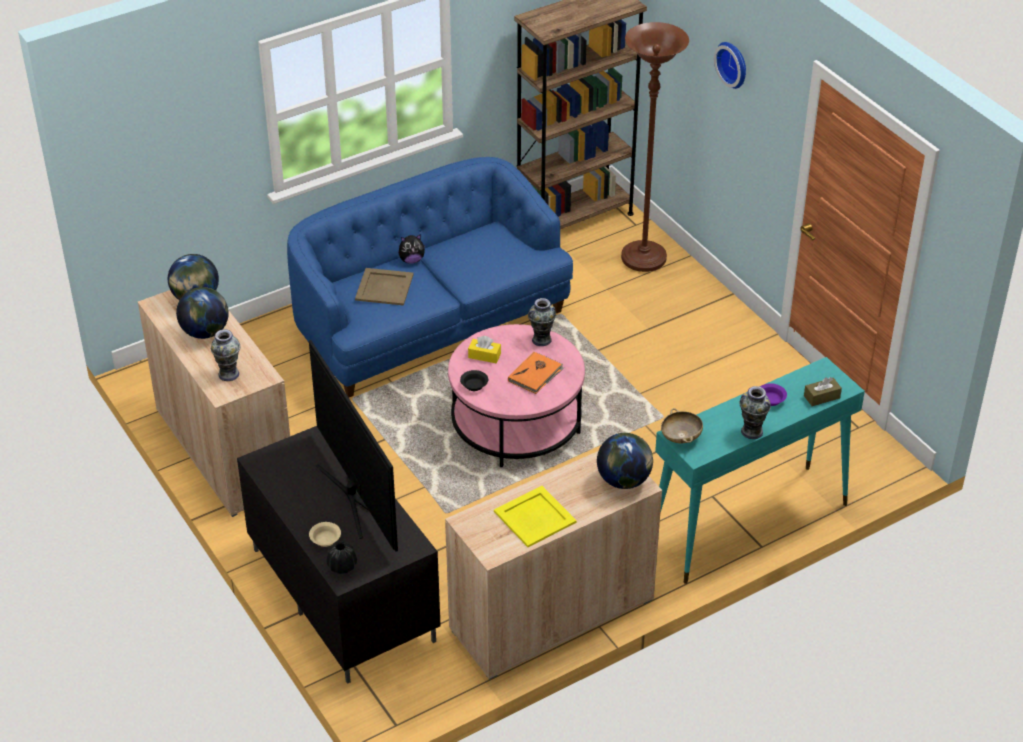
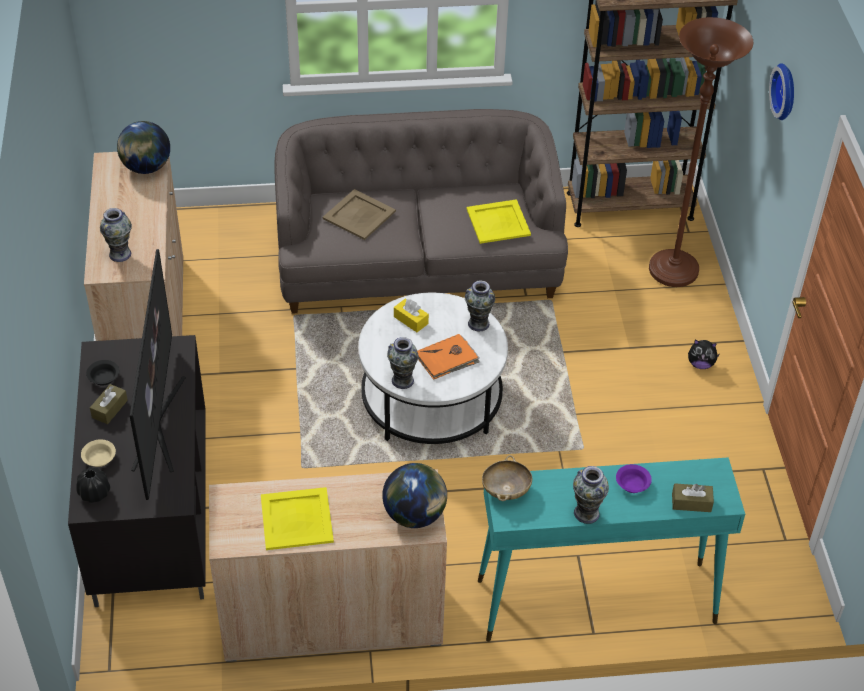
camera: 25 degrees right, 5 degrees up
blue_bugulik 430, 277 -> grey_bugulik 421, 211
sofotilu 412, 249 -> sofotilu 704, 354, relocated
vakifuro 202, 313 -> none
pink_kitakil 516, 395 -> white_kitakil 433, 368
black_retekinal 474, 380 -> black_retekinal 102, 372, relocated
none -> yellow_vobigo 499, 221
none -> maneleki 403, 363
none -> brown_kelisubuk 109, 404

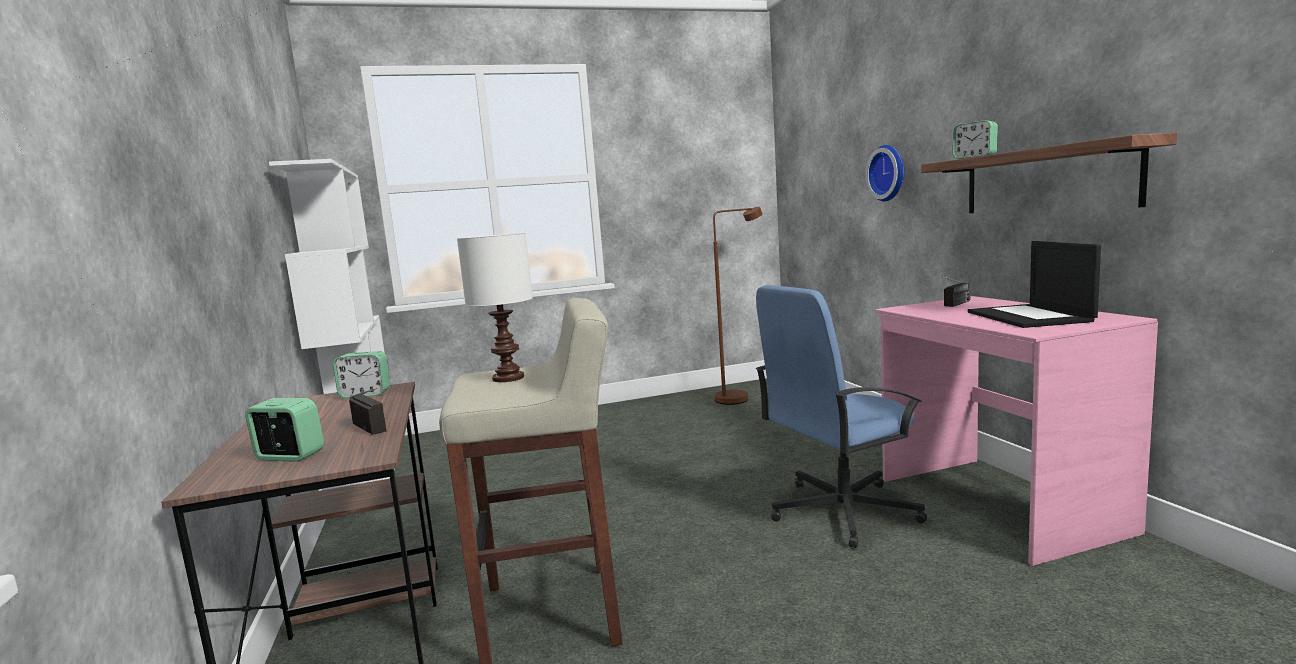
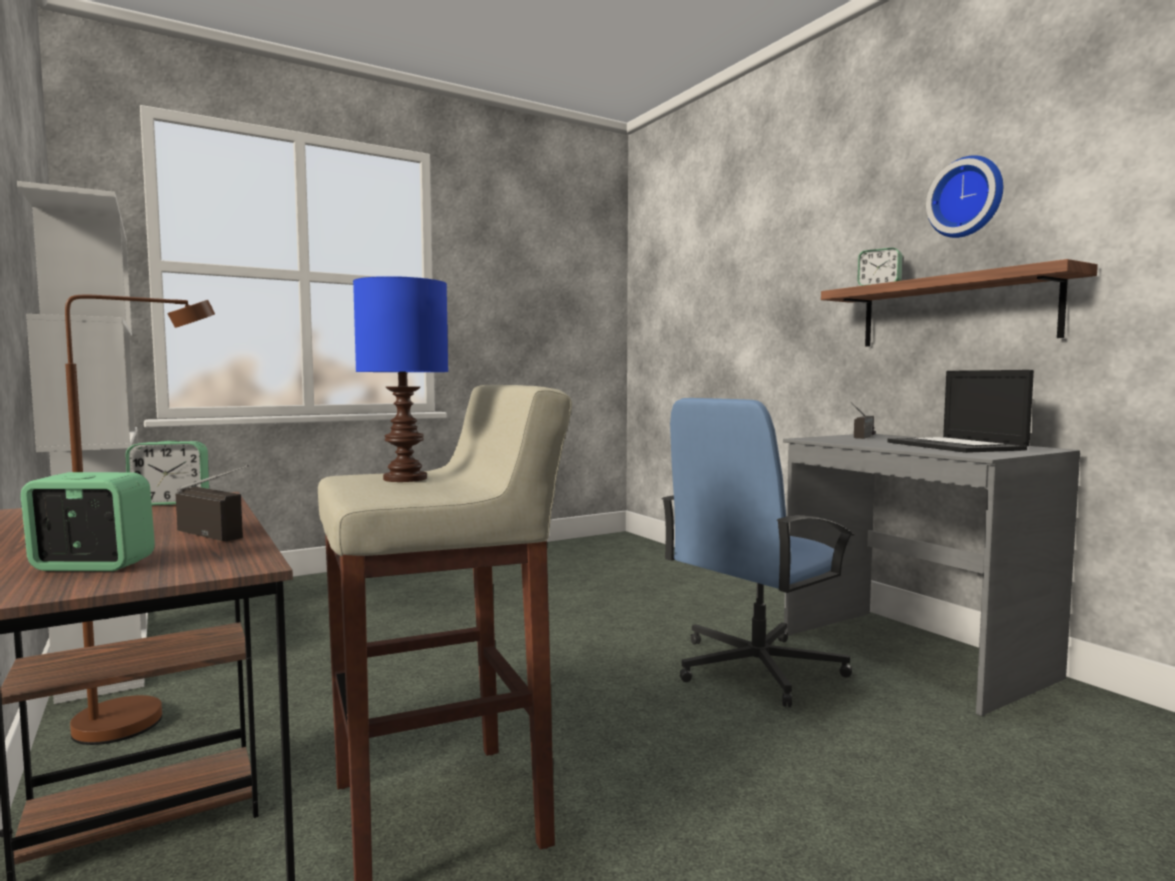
camera: 15 degrees left, 5 degrees down
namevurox 884, 173 -> namevurox 964, 196, relocated
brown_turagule 738, 306 -> brown_turagule 140, 520, relocated
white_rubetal 495, 307 -> blue_rubetal 400, 379
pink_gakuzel 1016, 431 -> grey_gakuzel 931, 575

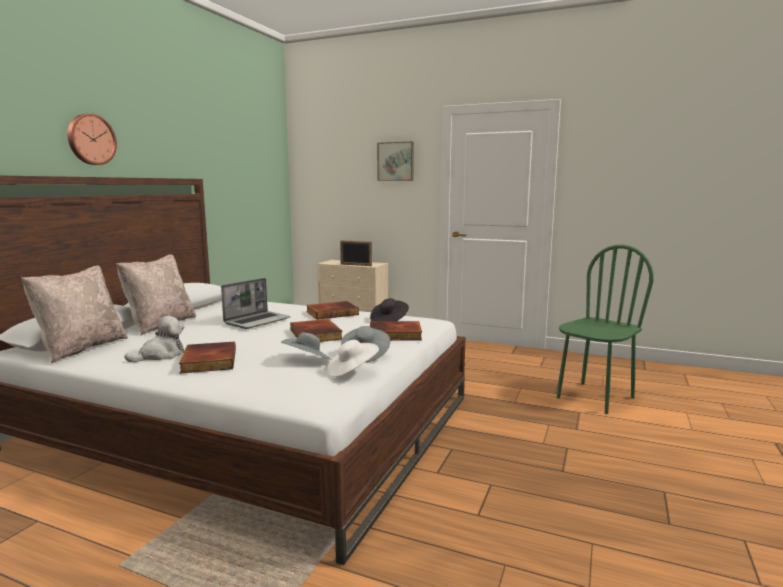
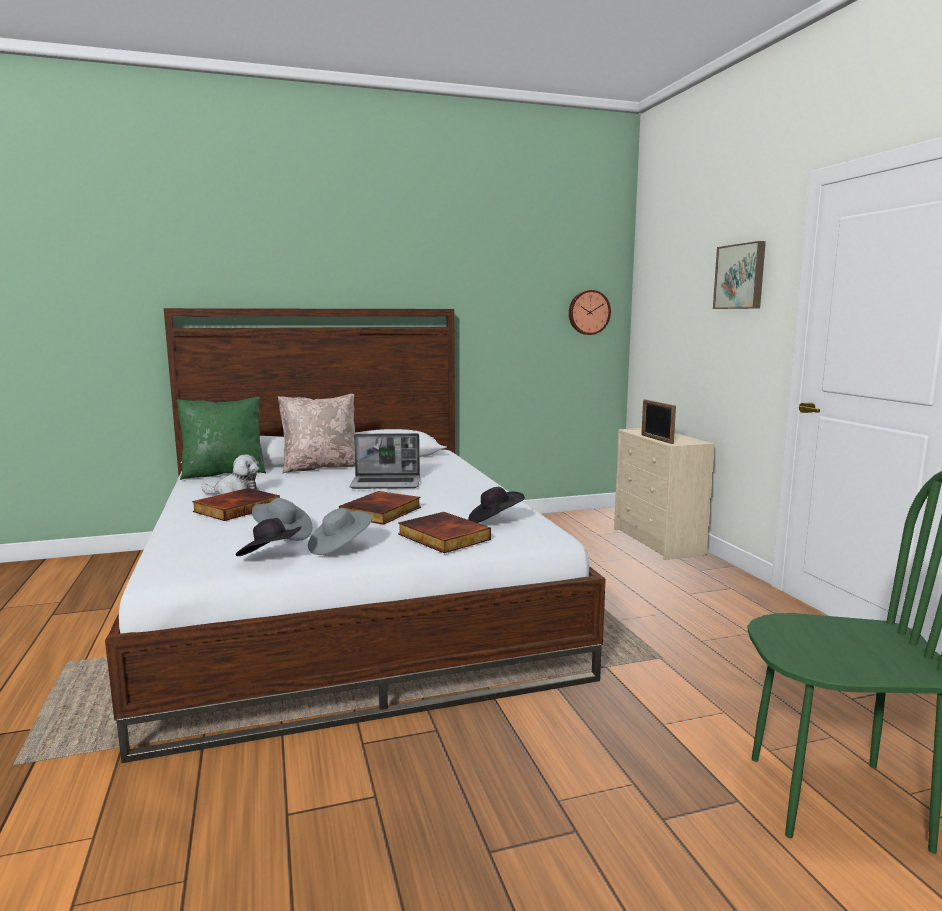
camera: 50 degrees right, 0 degrees up
namevurox 92, 139 -> namevurox 590, 312, relocated
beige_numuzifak 74, 314 -> green_numuzifak 221, 438
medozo 332, 310 -> none
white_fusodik 353, 358 -> black_fusodik 269, 537

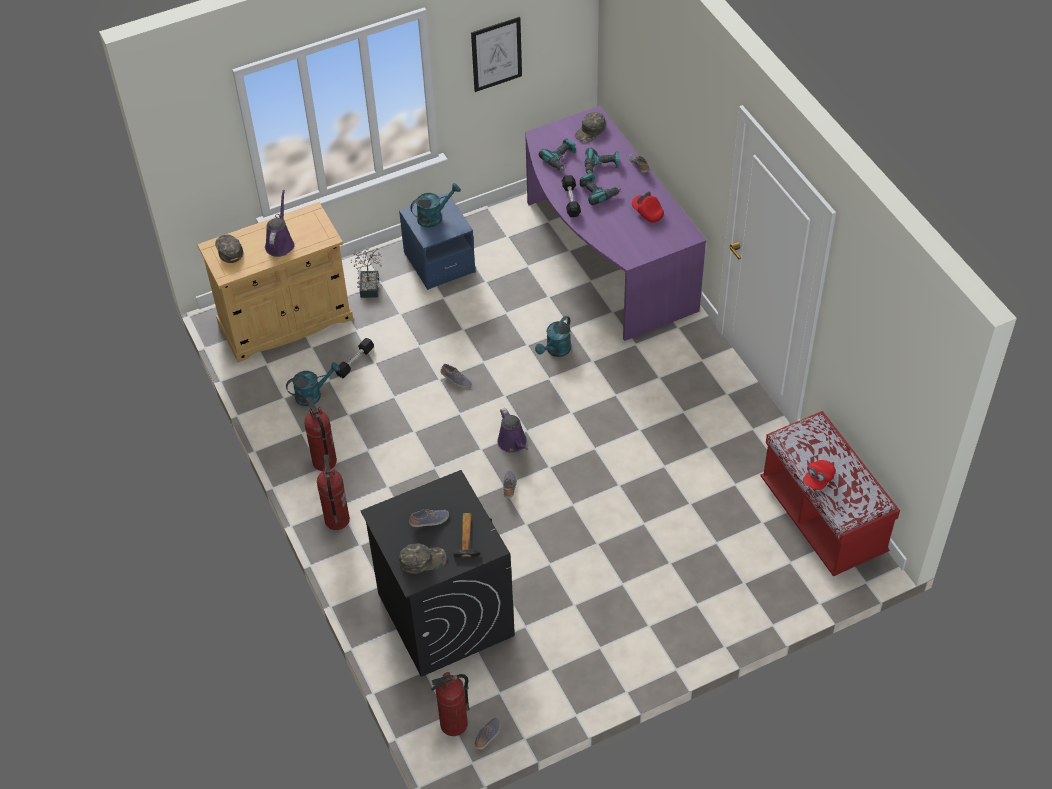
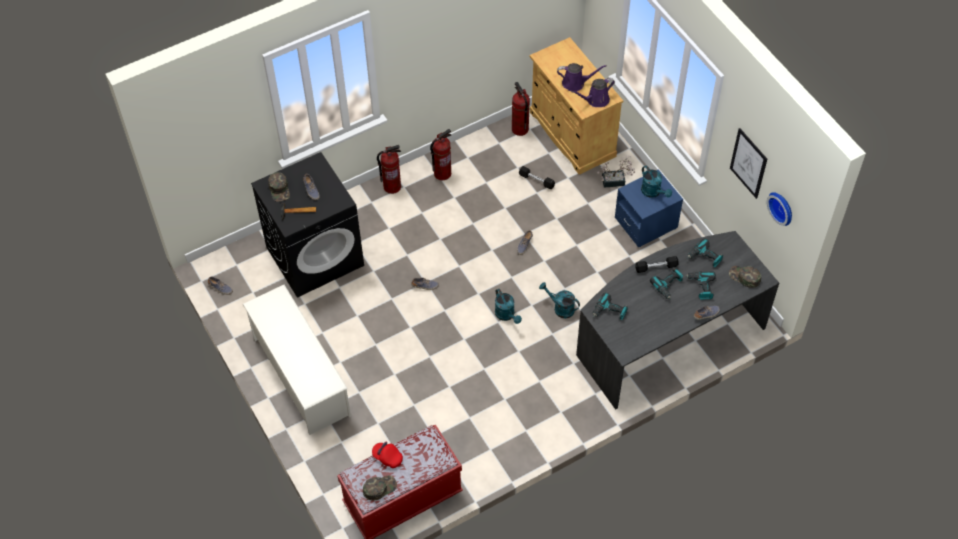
camera: 85 degrees right, 5 degrees up
purple_gakuzel 615, 223 -> grey_gakuzel 677, 320
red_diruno 648, 207 -> none
green_diruno 229, 248 -> green_diruno 380, 488, relocated
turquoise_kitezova 313, 384 -> turquoise_kitezova 508, 306, relocated
purple_kitezova 512, 430 -> purple_kitezova 593, 92, relocated
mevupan 450, 704 -> mevupan 521, 109, relocated
none -> namevurox 779, 209
none -> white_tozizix 297, 360
none -> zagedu 610, 306

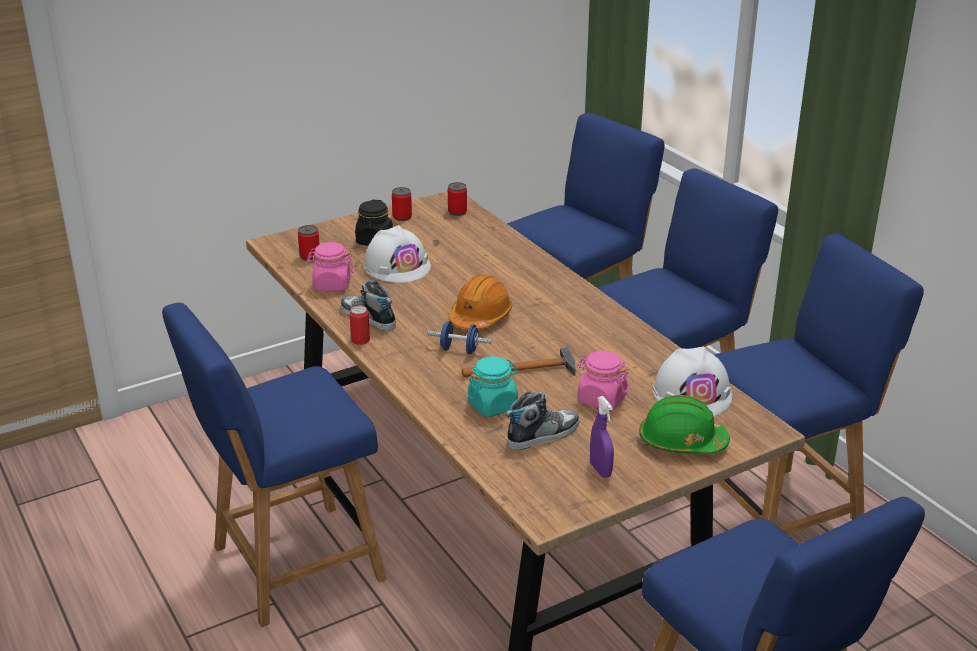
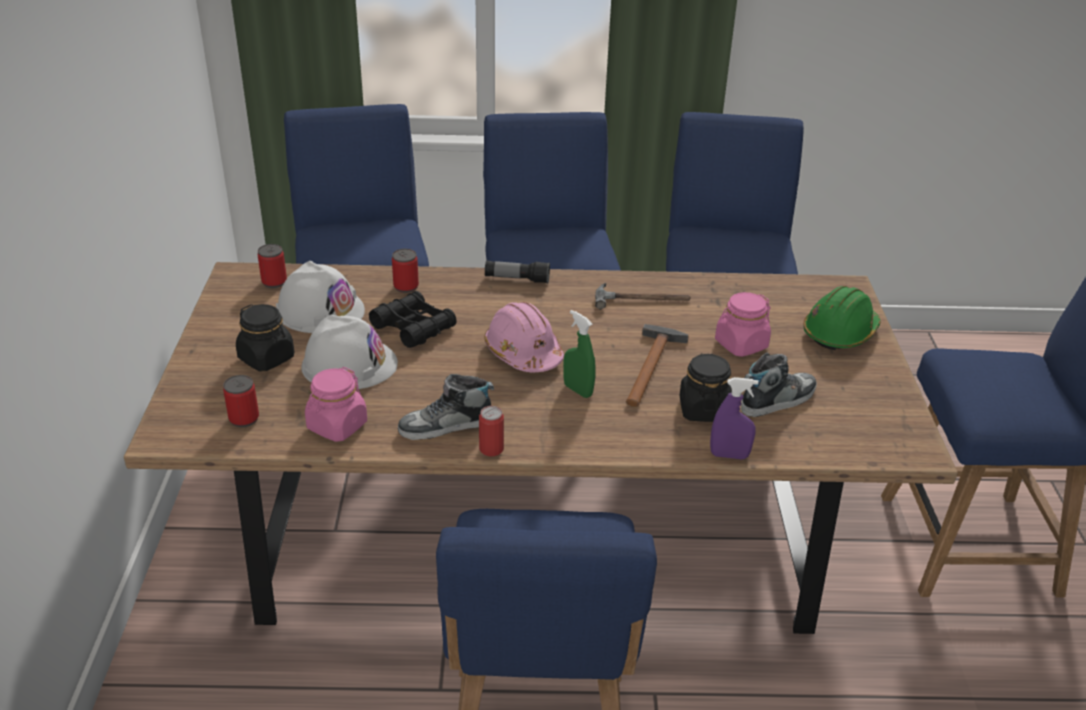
camera: 60 degrees left, 5 degrees up
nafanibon 402, 204 -> nafanibon 405, 271, relocated
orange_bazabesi 480, 302 -> pink_bazabesi 524, 337
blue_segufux 460, 337 -> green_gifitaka 579, 354
white_bazabesi 693, 382 -> white_bazabesi 320, 297, relocated
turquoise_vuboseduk 493, 386 -> black_vuboseduk 706, 387
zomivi 542, 420 -> zomivi 779, 384, 60 degrees clockwise
purple_gifitaka 602, 437 -> purple_gifitaka 734, 418, relocated
none -> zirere 517, 271
none -> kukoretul 643, 296
none -> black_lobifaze 413, 319

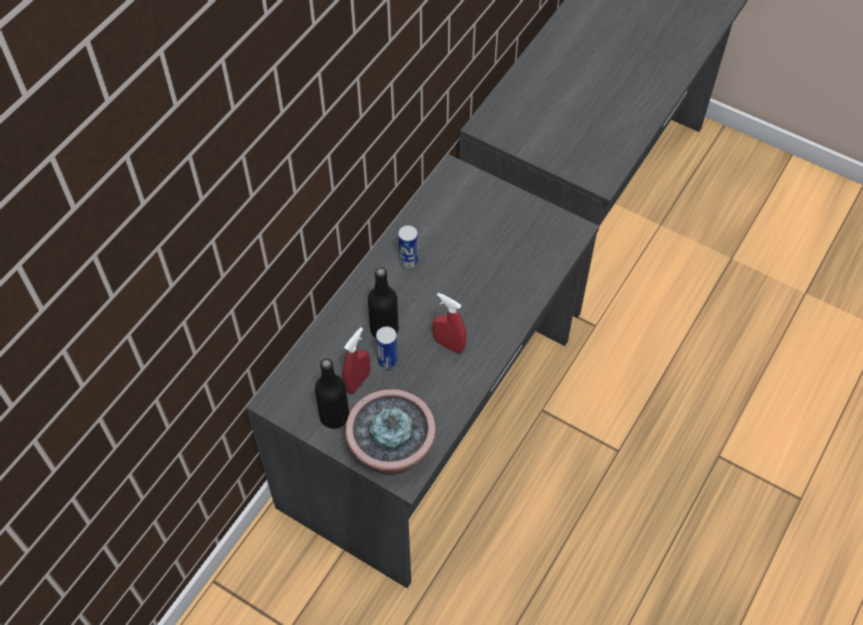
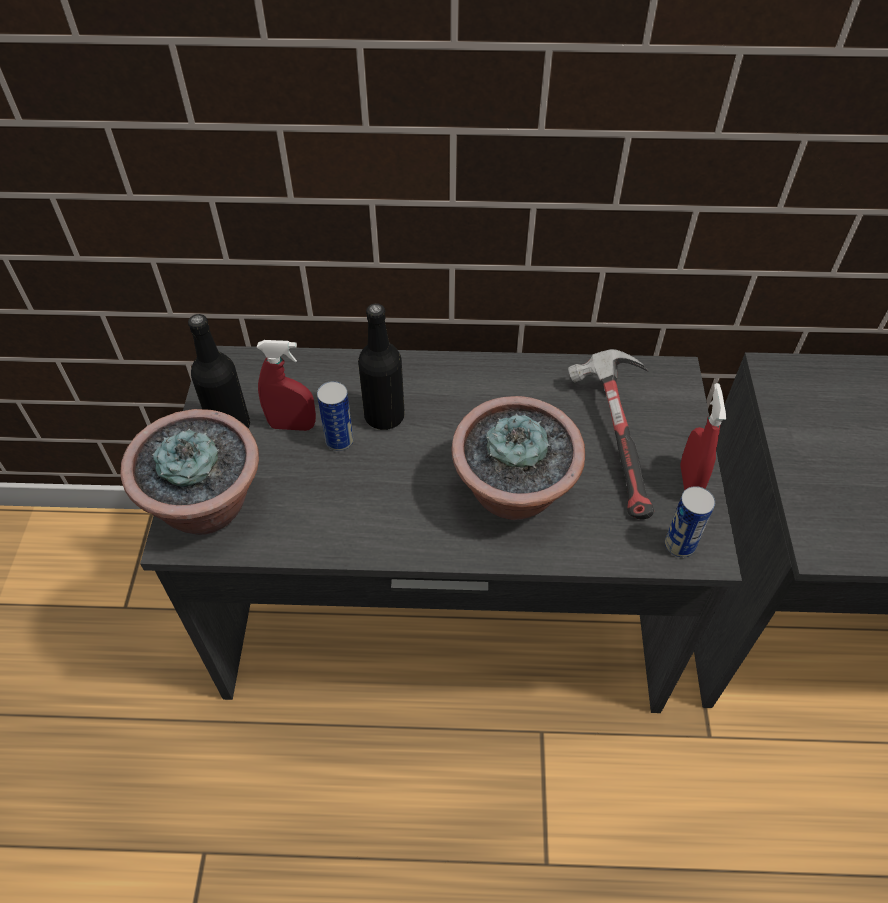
camera: 60 degrees right, 5 degrees down
nafanibon 408, 247 -> nafanibon 690, 521, relocated
red_gifitaka 450, 323 -> red_gifitaka 703, 437, relocated
none -> kukoretul 611, 434
none -> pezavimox 518, 458

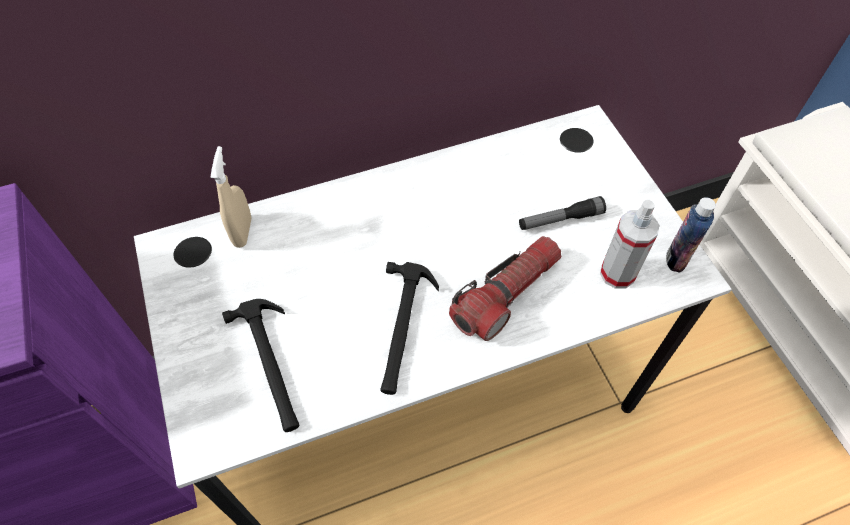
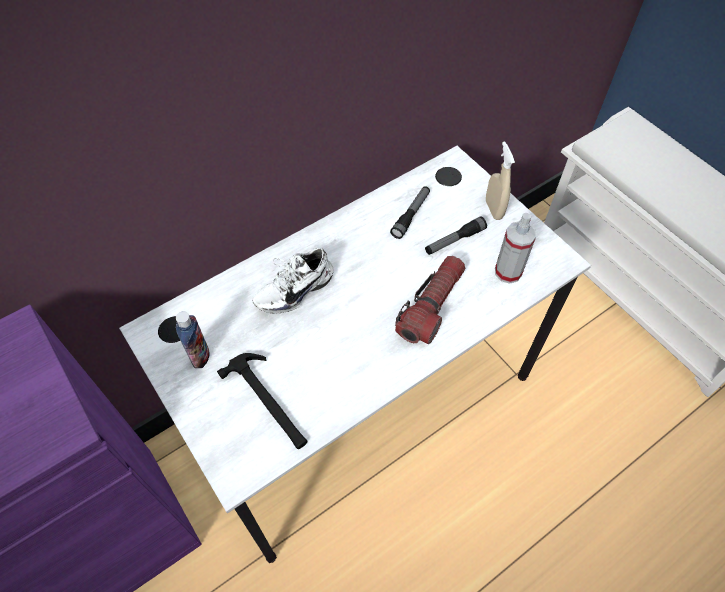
camera: 15 degrees left, 0 degrees up
beige_gifitaka 230, 197 -> beige_gifitaka 500, 180, relocated
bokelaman 691, 235 -> bokelaman 193, 339, relocated
kukoretul 409, 328 -> none
none -> zirere 410, 212
none -> white_zomivi 292, 280

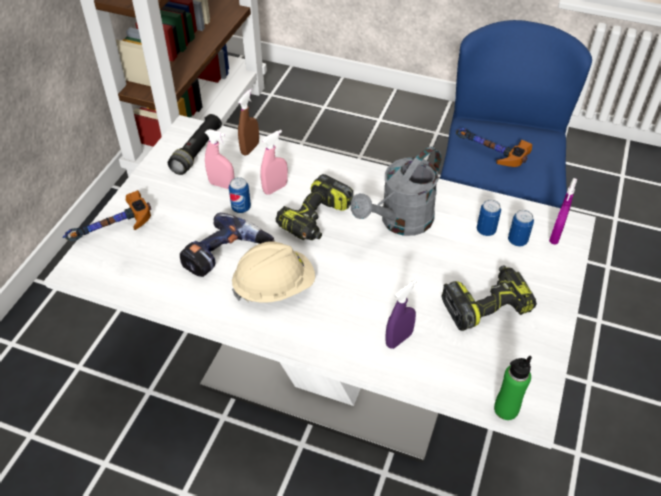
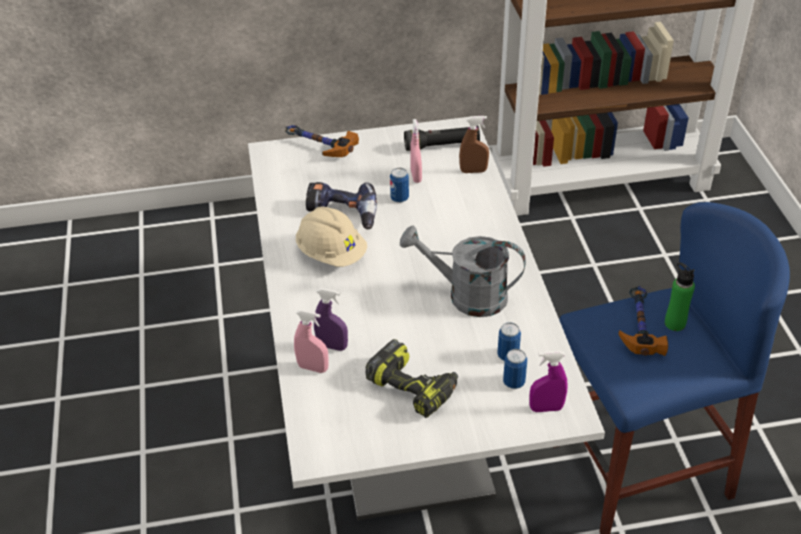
camera: 60 degrees right, 5 degrees down
pink_gifitaka 274, 162 -> pink_gifitaka 311, 341, relocated
zagedu 314, 207 -> none
green_bokelaman 513, 388 -> green_bokelaman 680, 296, relocated

